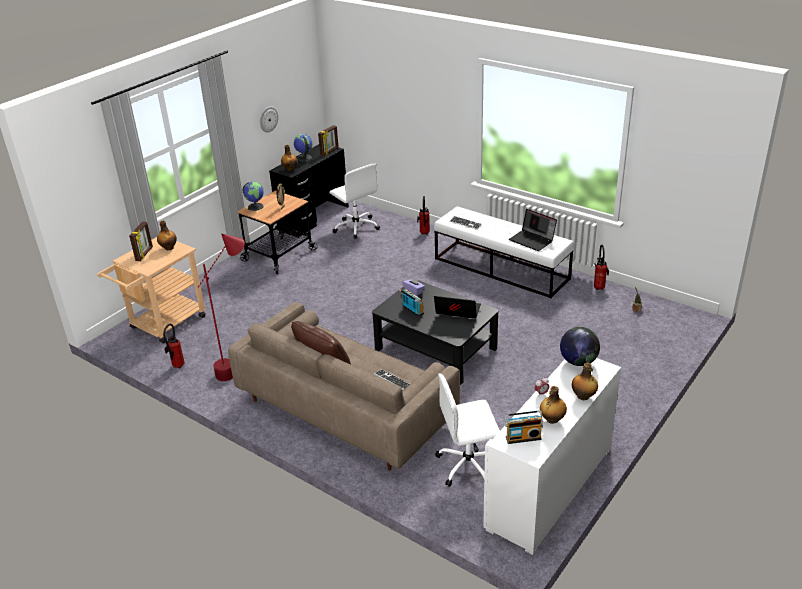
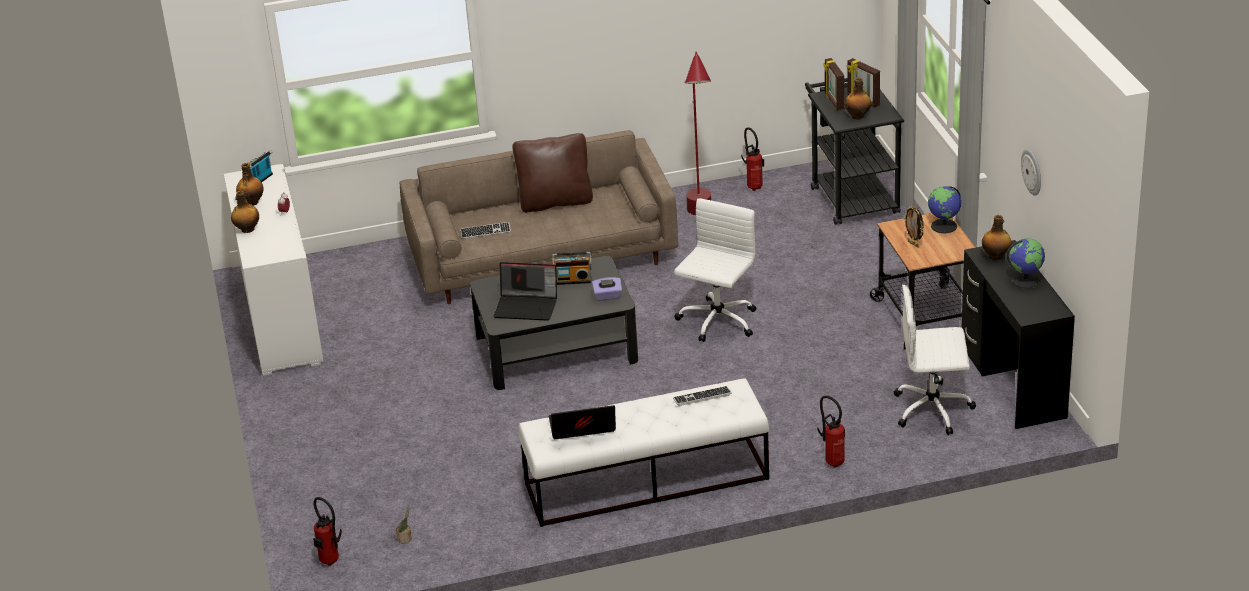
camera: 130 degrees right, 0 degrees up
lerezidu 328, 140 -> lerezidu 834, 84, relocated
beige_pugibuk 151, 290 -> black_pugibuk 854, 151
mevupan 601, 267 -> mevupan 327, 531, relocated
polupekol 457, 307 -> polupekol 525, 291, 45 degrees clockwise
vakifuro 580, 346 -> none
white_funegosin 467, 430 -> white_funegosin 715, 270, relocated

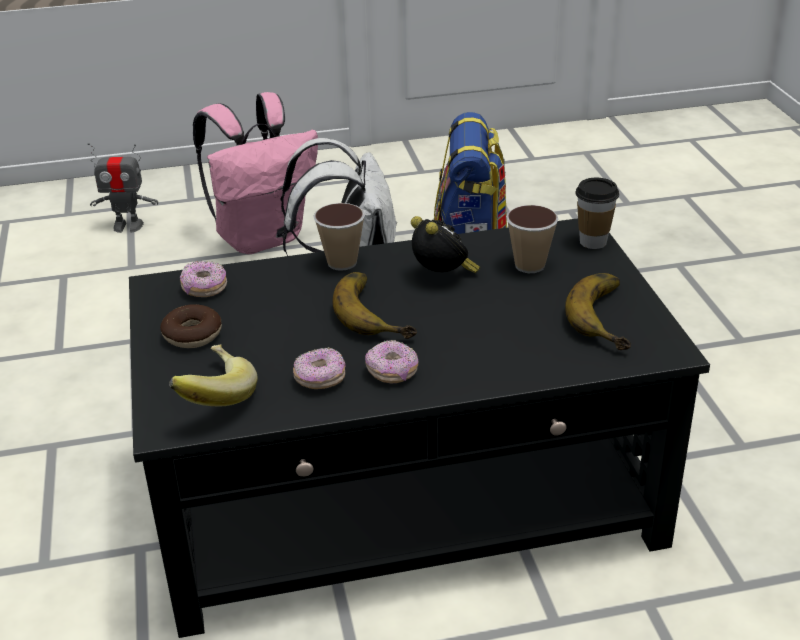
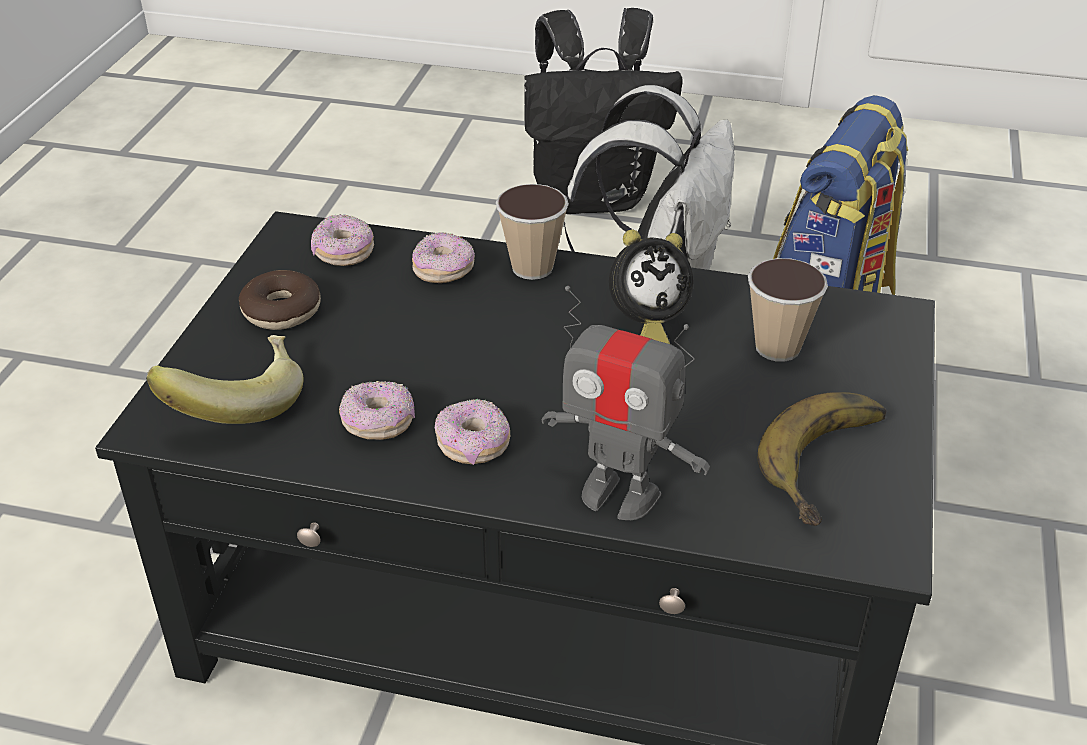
camera: 25 degrees right, 5 degrees up
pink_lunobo 255, 173 -> black_lunobo 603, 111
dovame 123, 188 -> dovame 625, 403, relocated
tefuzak 597, 213 -> none
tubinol 445, 244 -> tubinol 651, 286, 75 degrees clockwise
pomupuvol 374, 305 -> none
none -> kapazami 443, 257

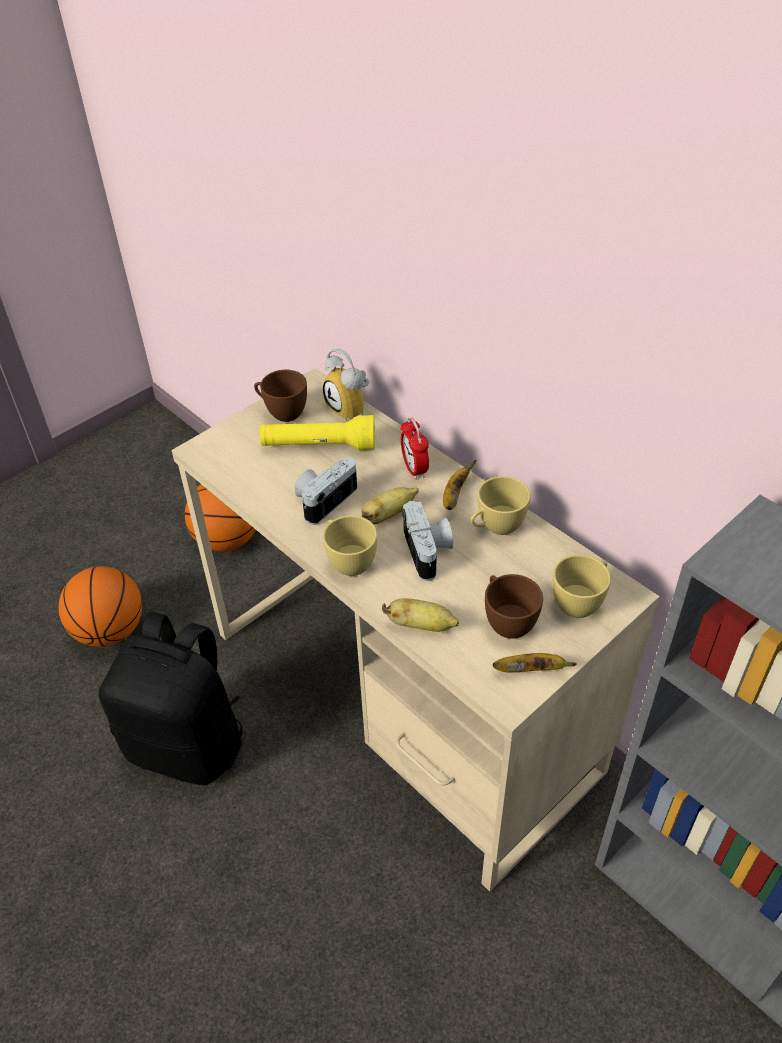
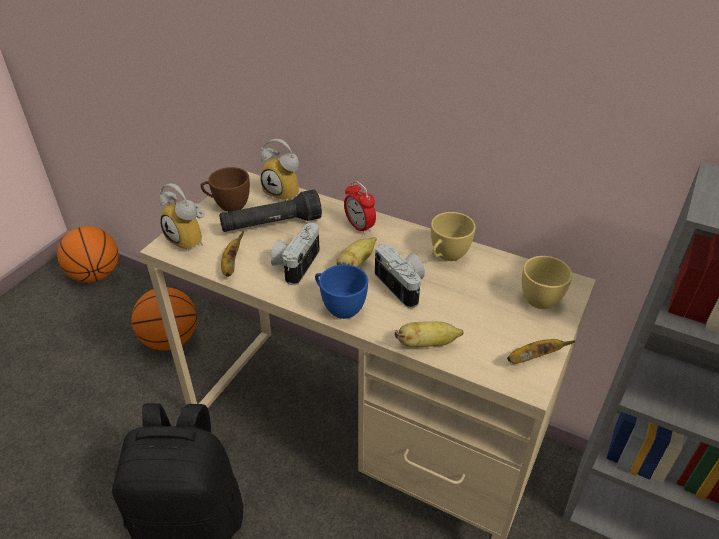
camera: 20 degrees left, 5 degrees down
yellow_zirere 317, 432 -> black_zirere 270, 210
pomupuvol 459, 484 -> pomupuvol 232, 254, relocated
yellow_tefuzak 350, 545 -> blue_tefuzak 341, 291
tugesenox 100, 606 -> tugesenox 87, 254, relocated
brown_tefuzak 514, 606 -> none
none -> tubinol 182, 217

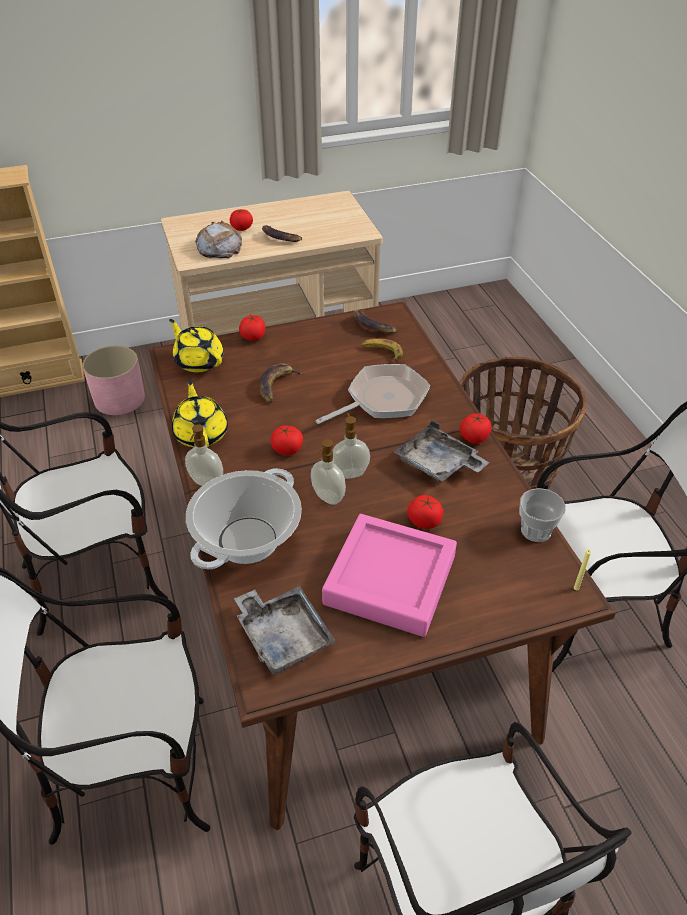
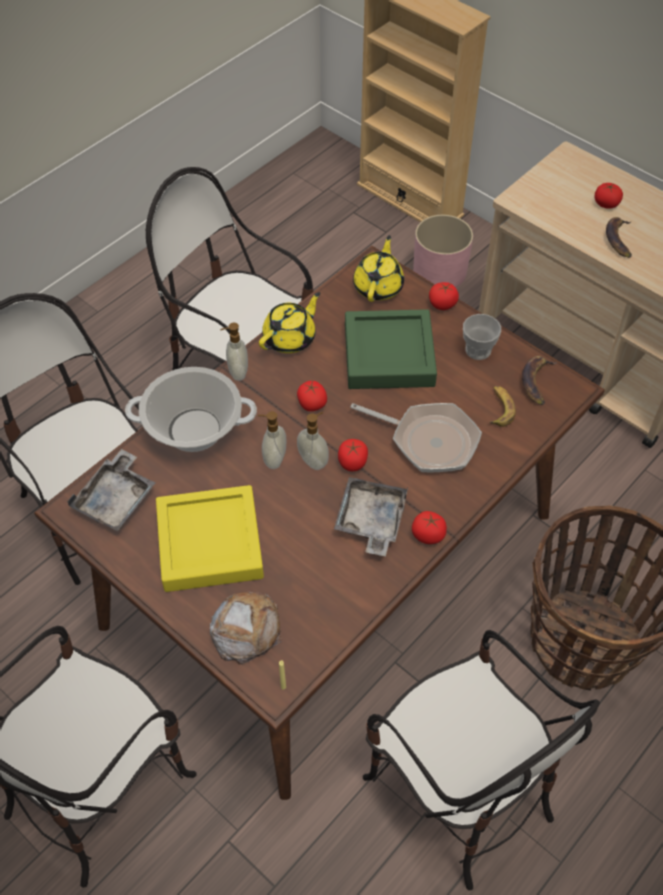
camera: 60 degrees right, 10 degrees up
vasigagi 218, 239 -> vasigagi 246, 628, relocated
pomupuvol 281, 383 -> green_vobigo 391, 349
tefuzak 543, 515 -> tefuzak 482, 337, relocated
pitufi 425, 512 -> pitufi 353, 455, relocated
pink_vobigo 389, 575 -> yellow_vobigo 210, 538

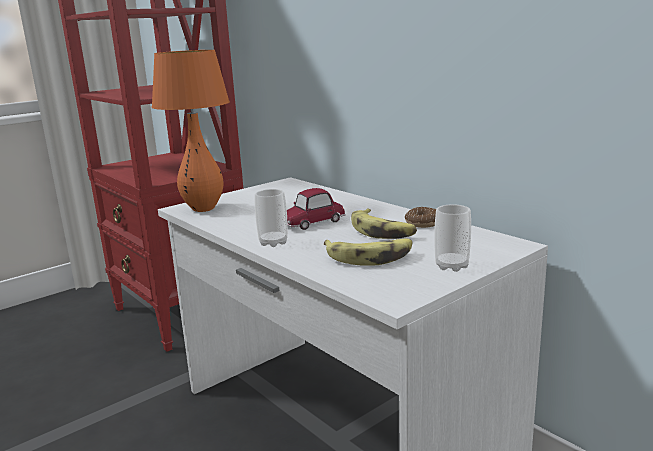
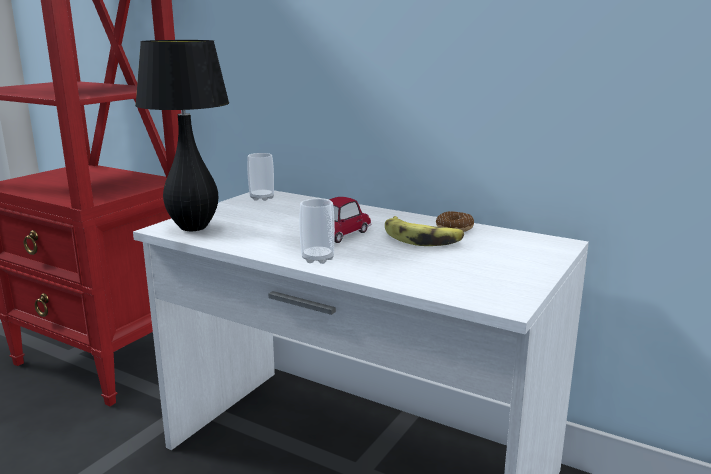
camera: 20 degrees left, 0 degrees up
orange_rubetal 191, 131 -> black_rubetal 182, 135
tefuzak 452, 238 -> tefuzak 260, 177, relocated
pomupuvol 368, 252 -> none

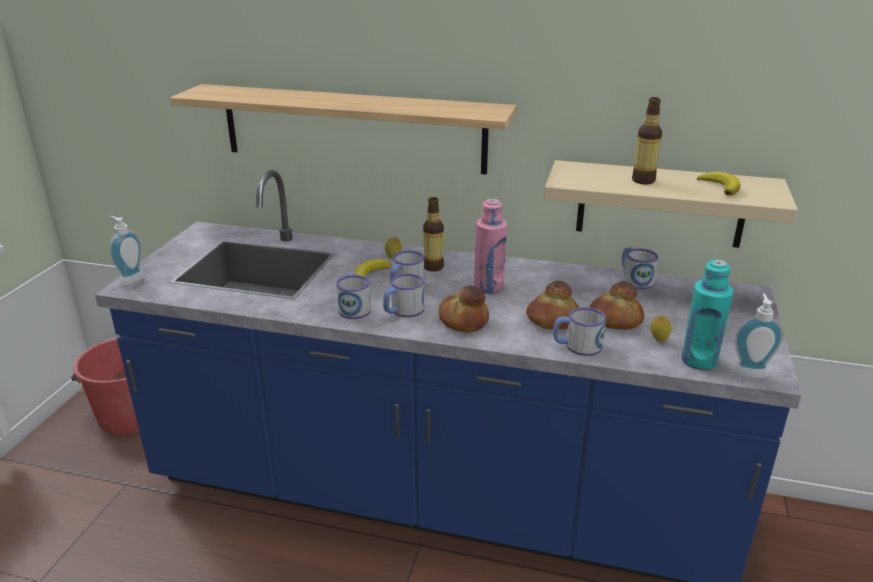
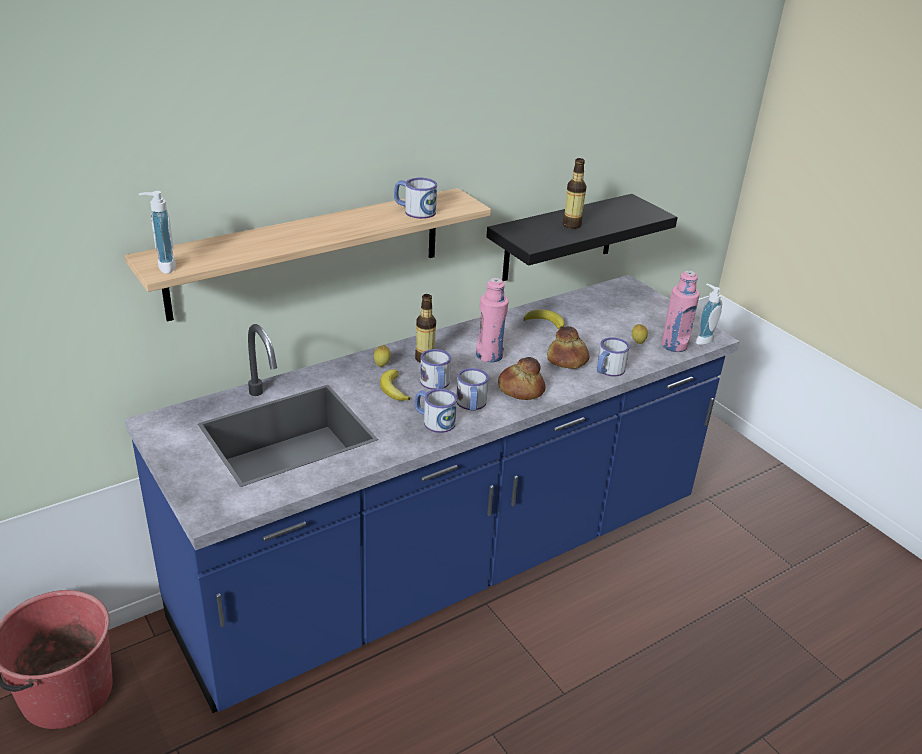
camera: 50 degrees left, 5 degrees up
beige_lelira 671, 204 -> black_lelira 582, 237
pomupuvol 719, 184 -> pomupuvol 544, 319, relocated
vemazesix 127, 251 -> vemazesix 157, 232, relocated
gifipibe 640, 268 -> gifipibe 415, 198, relocated
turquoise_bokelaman 707, 314 -> pink_bokelaman 680, 311
vasigagi 617, 305 -> none

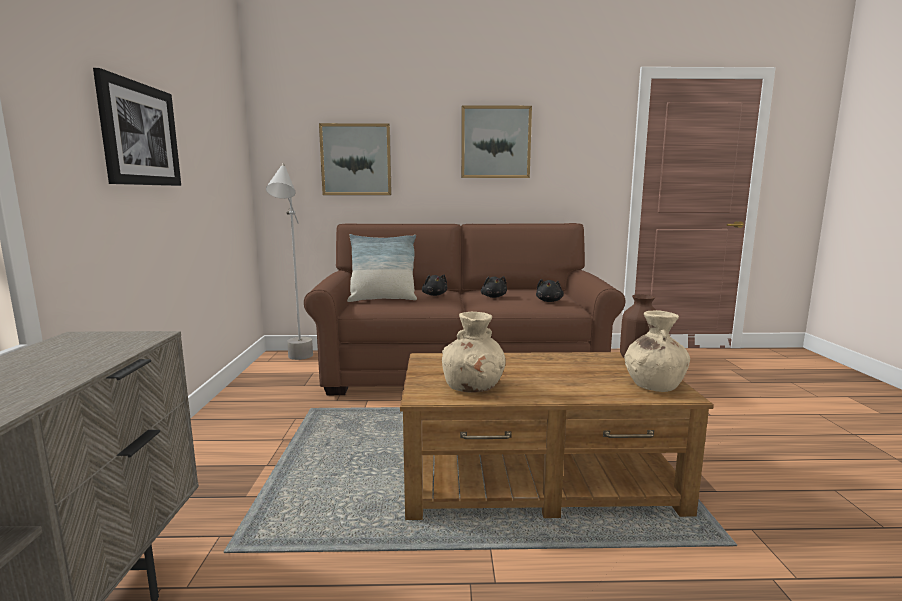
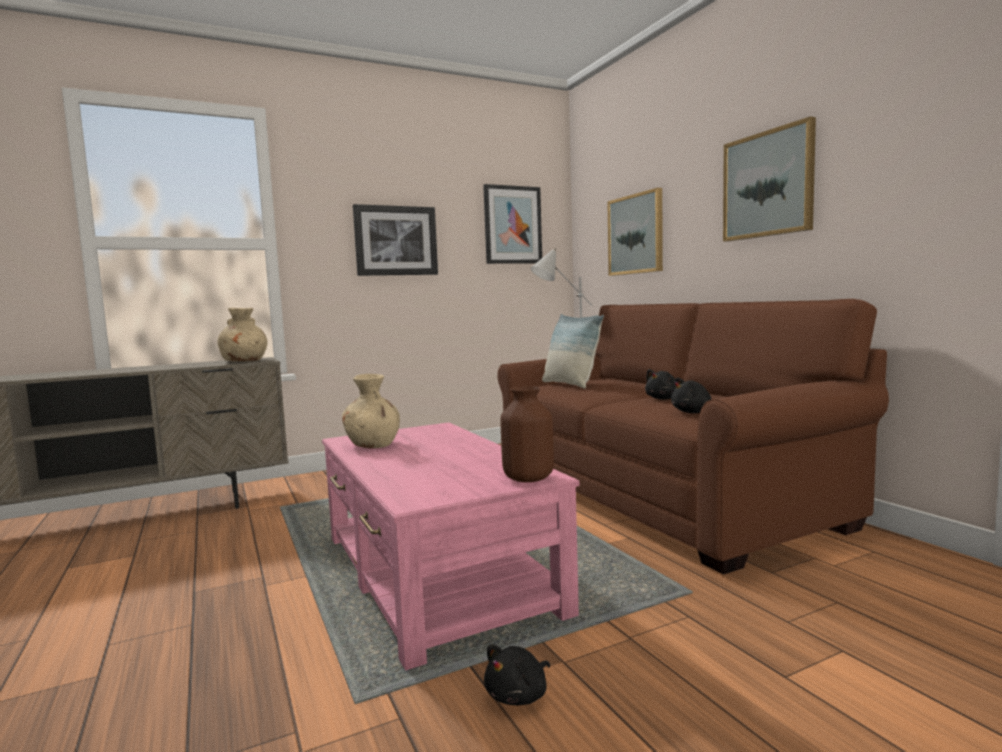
camera: 65 degrees right, 5 degrees down
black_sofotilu 434, 285 -> black_sofotilu 517, 674, relocated
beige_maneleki 657, 351 -> beige_maneleki 242, 335, relocated
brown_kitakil 557, 436 -> pink_kitakil 451, 546
none -> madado 512, 224

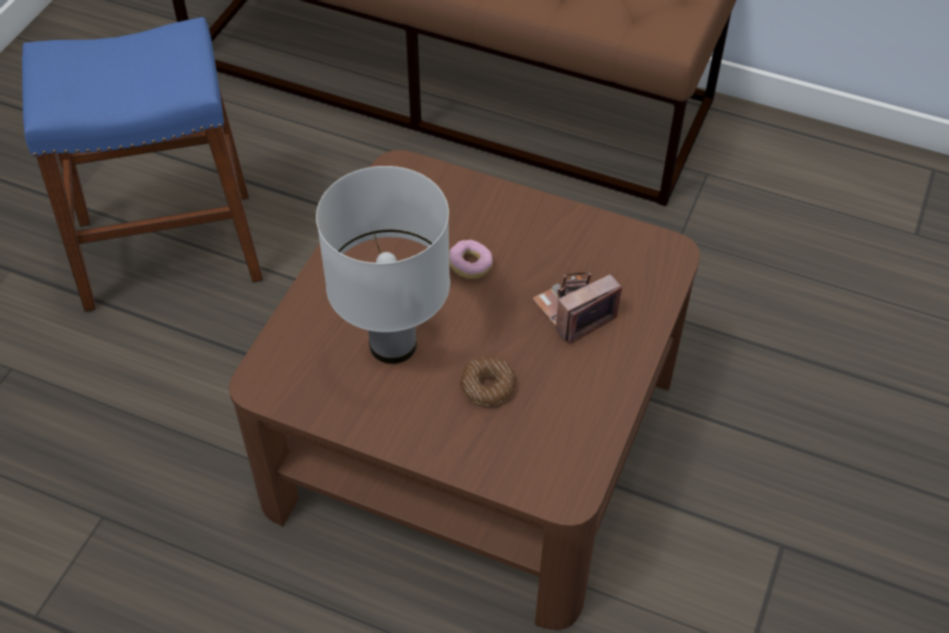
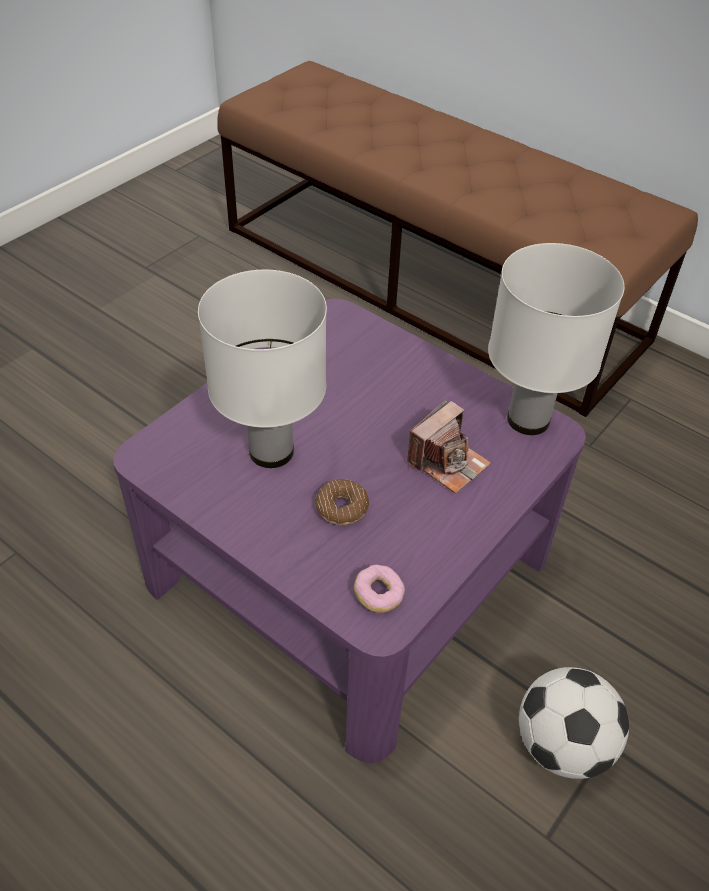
camera: 15 degrees right, 5 degrees down
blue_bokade 142, 164 -> none
brown_kitakil 464, 390 -> purple_kitakil 349, 531
kapazami 471, 259 -> kapazami 379, 589, relocated
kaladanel 577, 309 -> kaladanel 449, 446, 150 degrees clockwise
none -> white_rubetal 556, 339
none -> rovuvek 574, 723

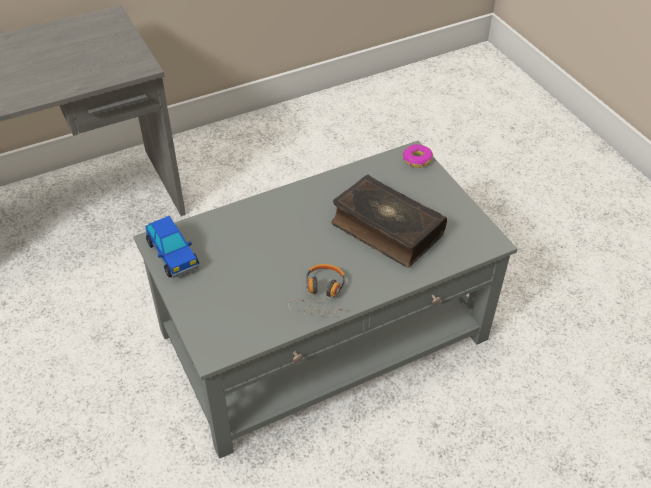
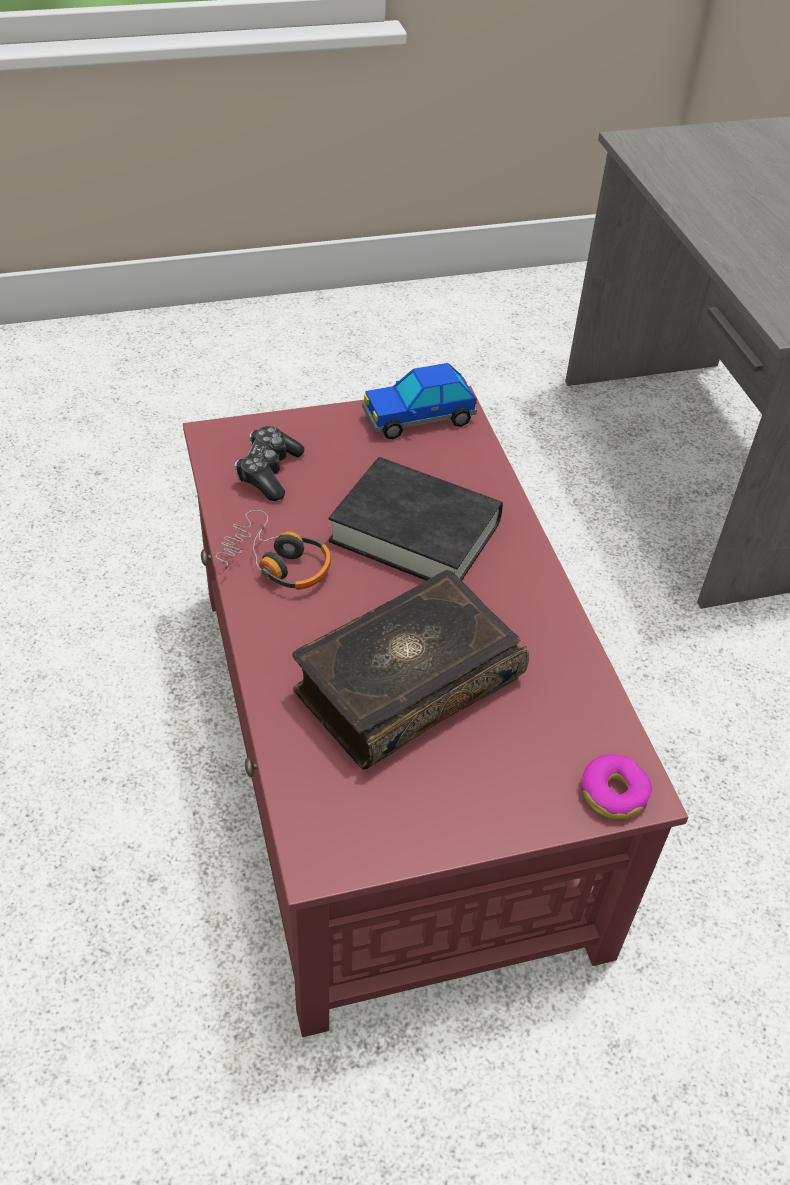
camera: 100 degrees right, 0 degrees up
grey_kitakil 325, 300 -> red_kitakil 436, 711
none -> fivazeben 269, 463
none -> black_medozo 416, 519

